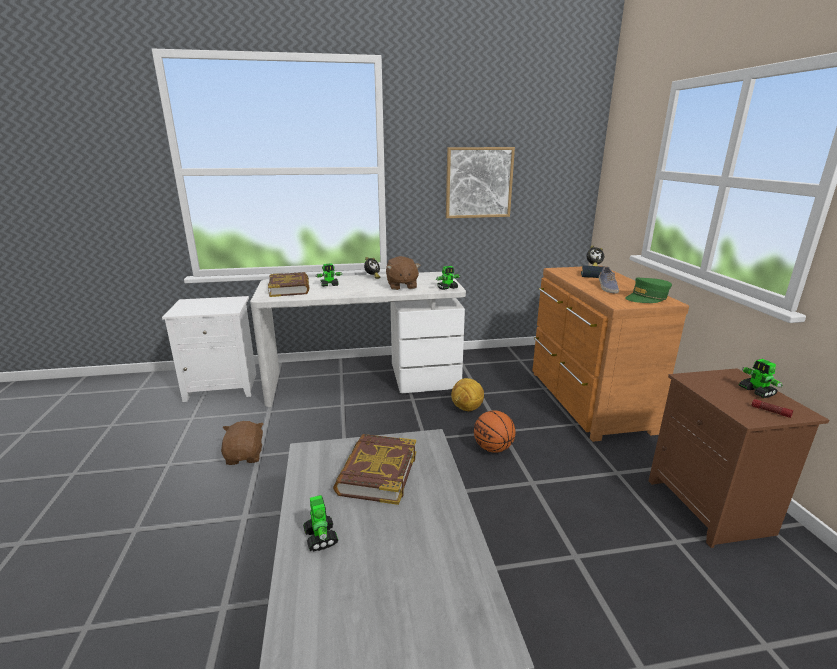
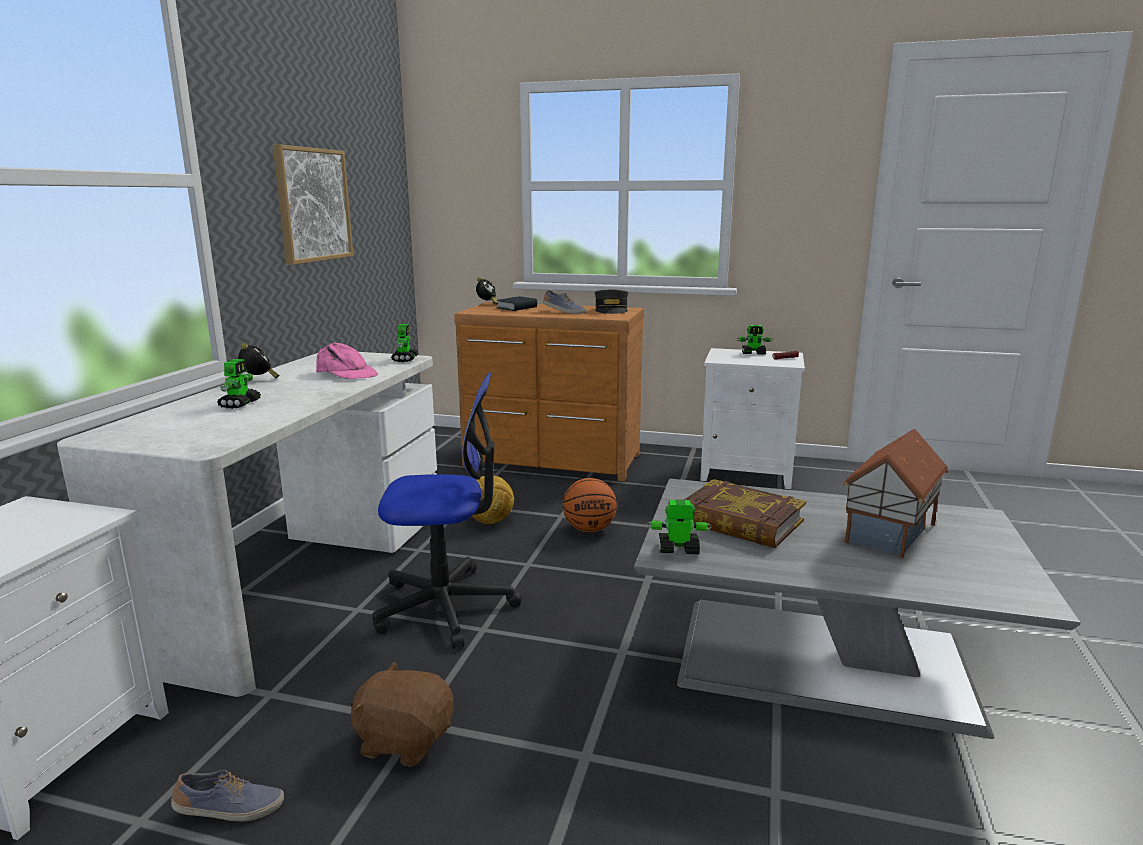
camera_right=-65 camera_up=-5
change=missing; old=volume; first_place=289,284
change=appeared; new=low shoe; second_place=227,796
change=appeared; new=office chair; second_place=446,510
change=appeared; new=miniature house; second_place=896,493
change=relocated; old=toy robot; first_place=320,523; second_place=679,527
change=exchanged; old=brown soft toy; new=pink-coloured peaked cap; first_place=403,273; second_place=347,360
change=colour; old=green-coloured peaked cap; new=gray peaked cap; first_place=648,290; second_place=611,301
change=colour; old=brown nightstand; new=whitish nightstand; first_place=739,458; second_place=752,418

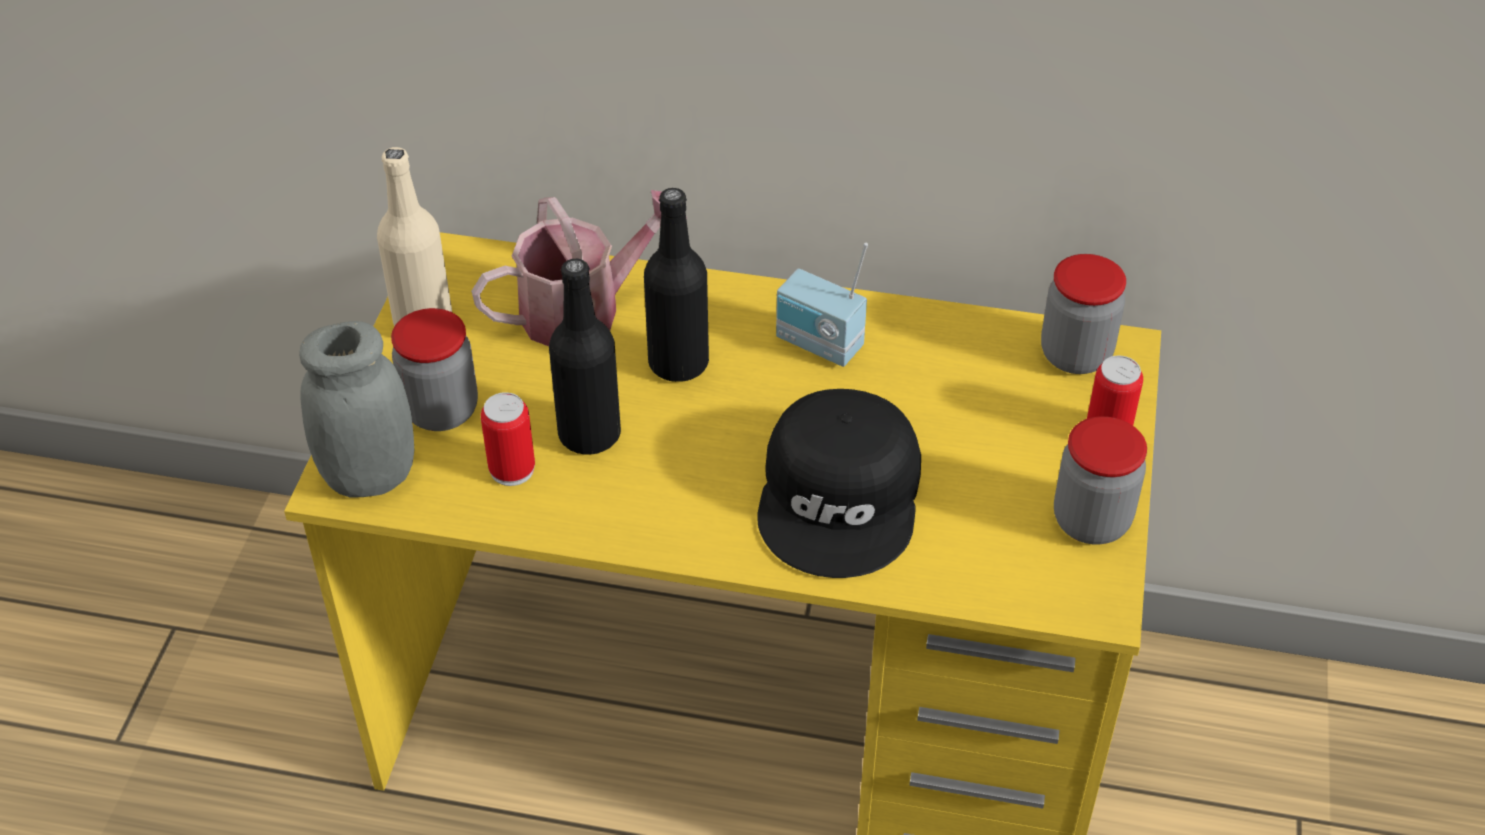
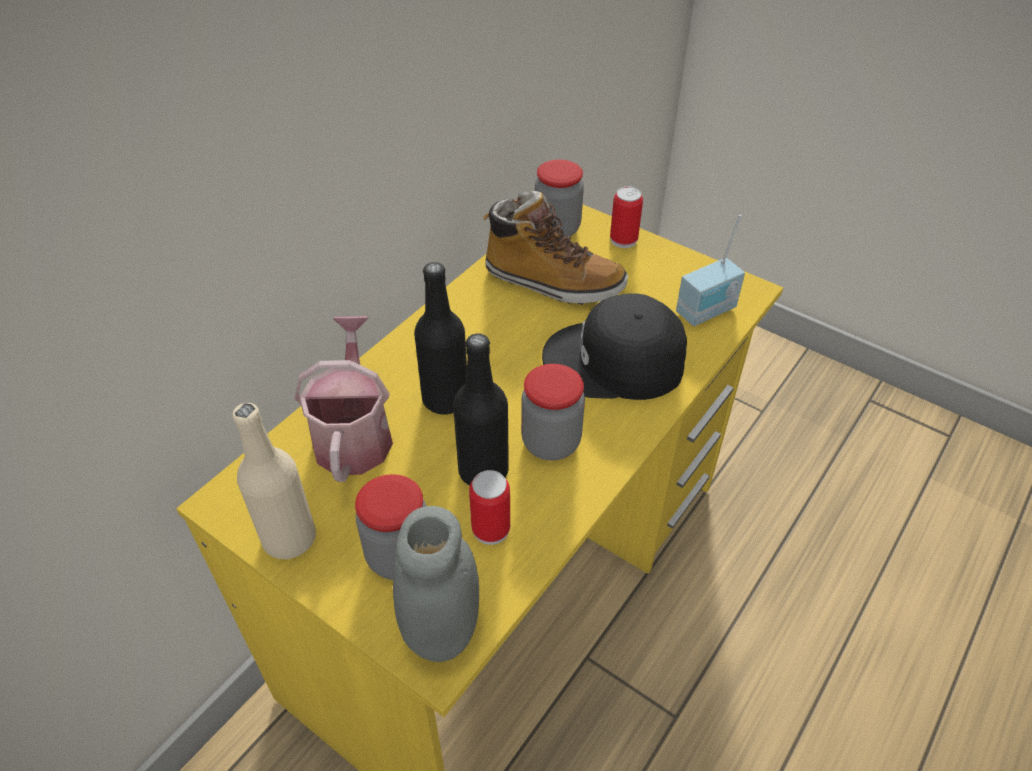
camera_right=-65 camera_up=0
change=appeared; new=high-top boot; second_place=555,248
change=relocated; old=radio set; first_place=822,305; second_place=710,270
change=relocated; old=preserve jar; first_place=1100,480; second_place=553,412
change=spun; old=black-coloured peaked cap; first_place=839,483; second_place=614,346; degrees=150

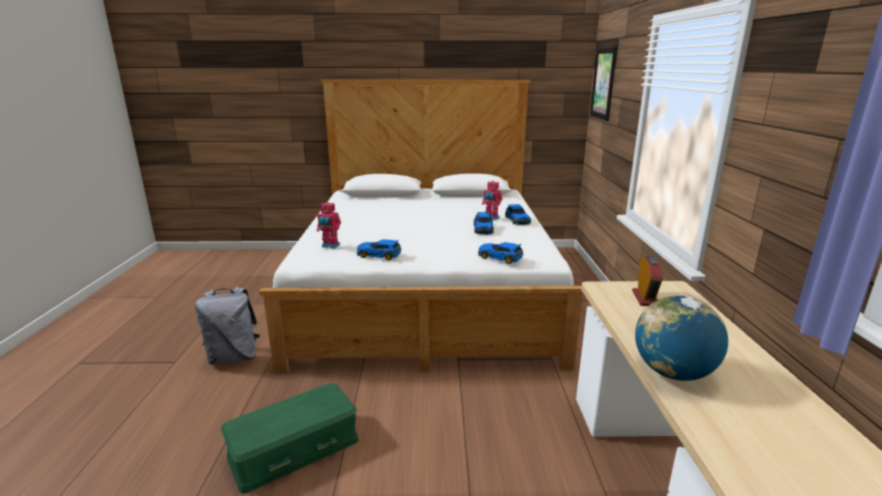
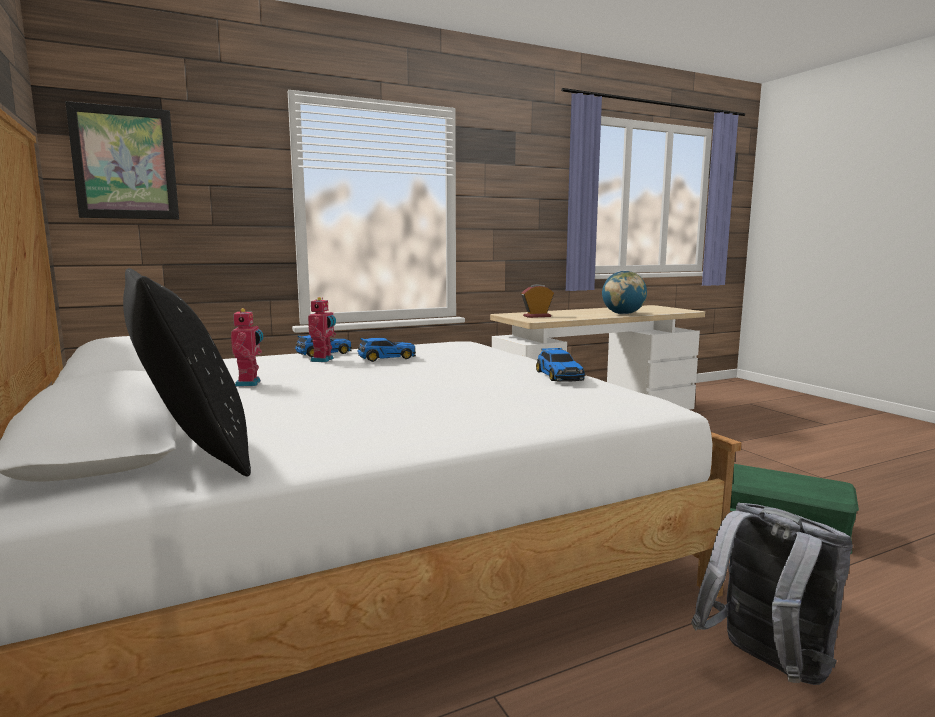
camera_right=-115 camera_up=-10
change=missing; old=toy car; first_place=500,253
change=appeared; new=black-coloured pillow; second_place=187,372
change=relocated; old=toy robot; first_place=329,225; second_place=247,347

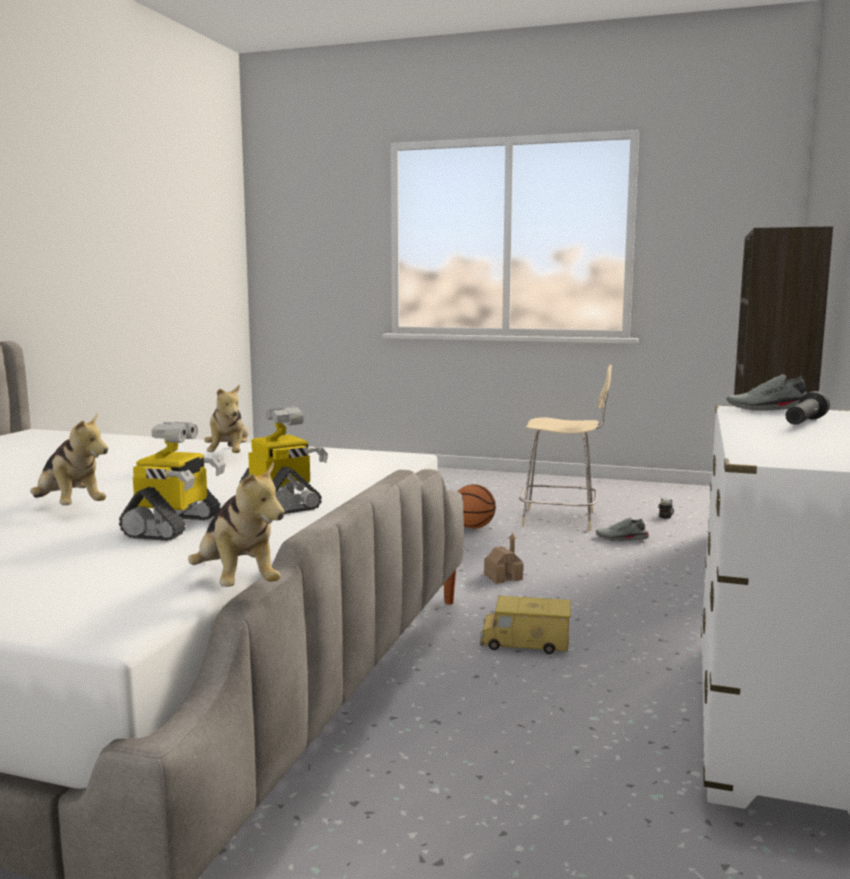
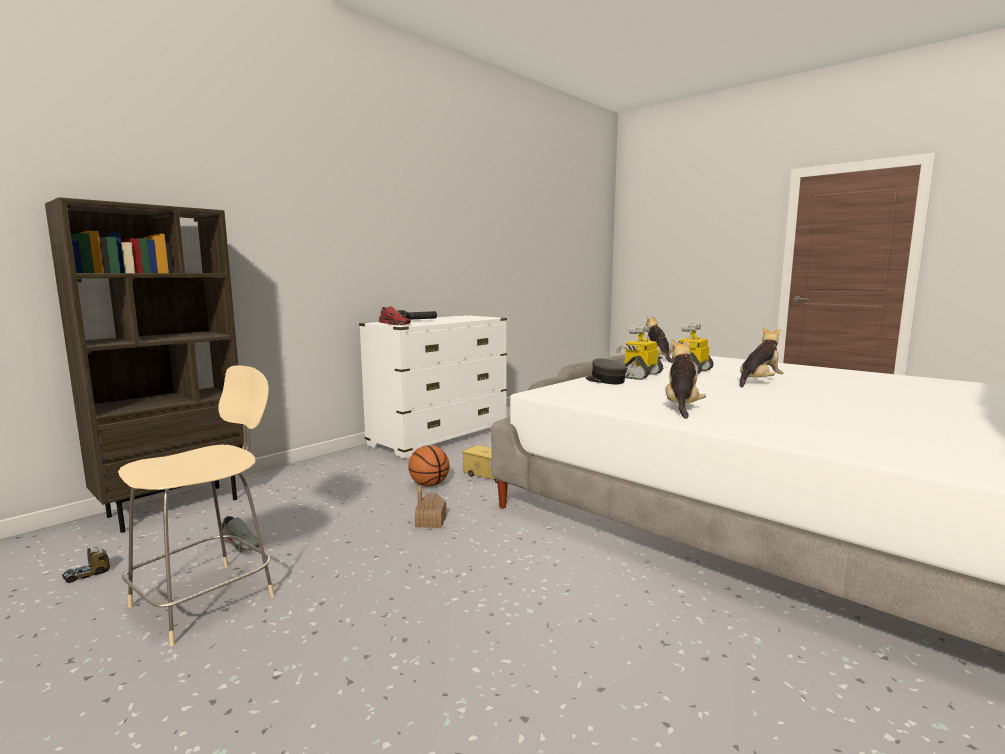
camera_right=-155 camera_up=0
change=appeared; new=gray peaked cap; second_place=606,371
change=relocated; old=basketball; first_place=476,506; second_place=429,466
change=colour; old=gray low shoe; new=red low shoe; first_place=766,392; second_place=395,315
change=spun; old=soft toy; first_place=69,459; second_place=762,357; degrees=75
change=spun; old=toy robot; first_place=284,460; second_place=639,352; degrees=45
change=spun; old=beige chair; first_place=565,447; second_place=196,505; degrees=90

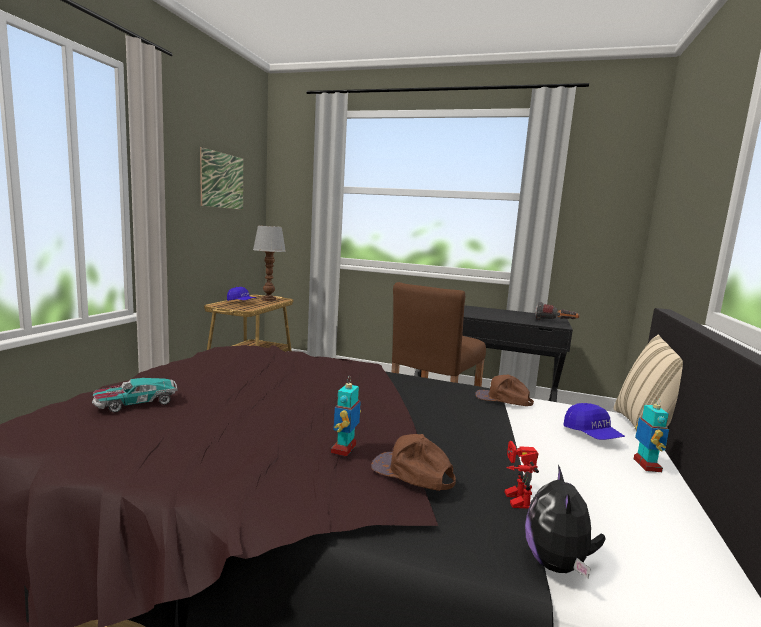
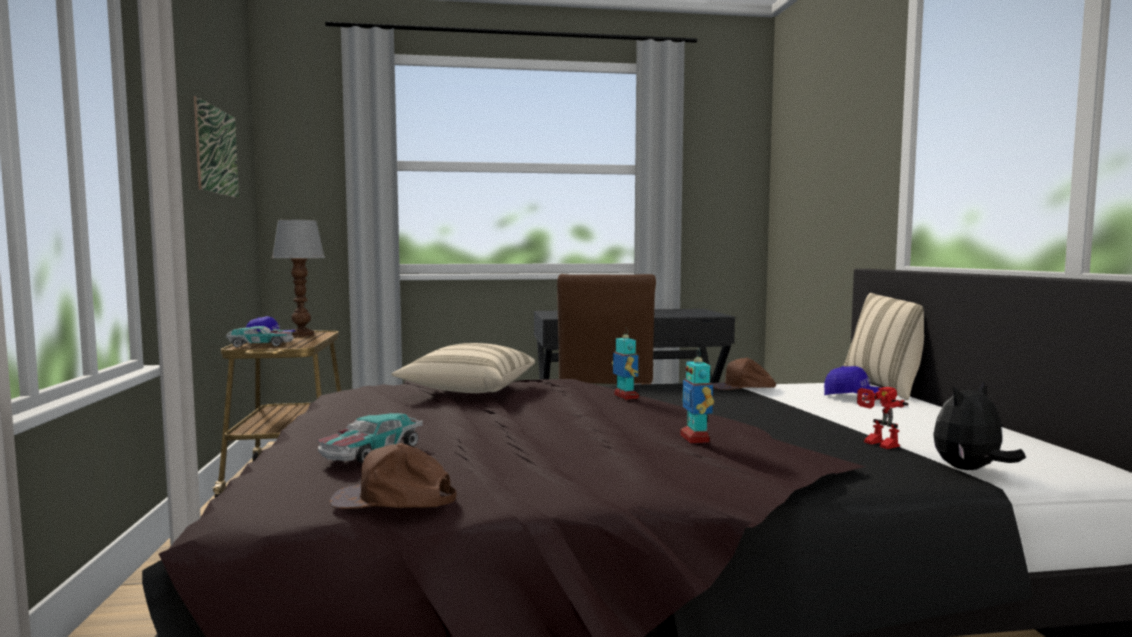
camera_right=-25 camera_up=-5
change=missing; old=torch; first_place=557,311
change=appeared; new=toy car; second_place=260,337
change=appeared; new=beige pillow; second_place=463,368
change=relocated; old=brown peaked cap; first_place=413,462; second_place=393,476
change=relocated; old=toy robot; first_place=651,434; second_place=625,363
change=spun; old=soft toy; first_place=565,522; second_place=979,425; degrees=75

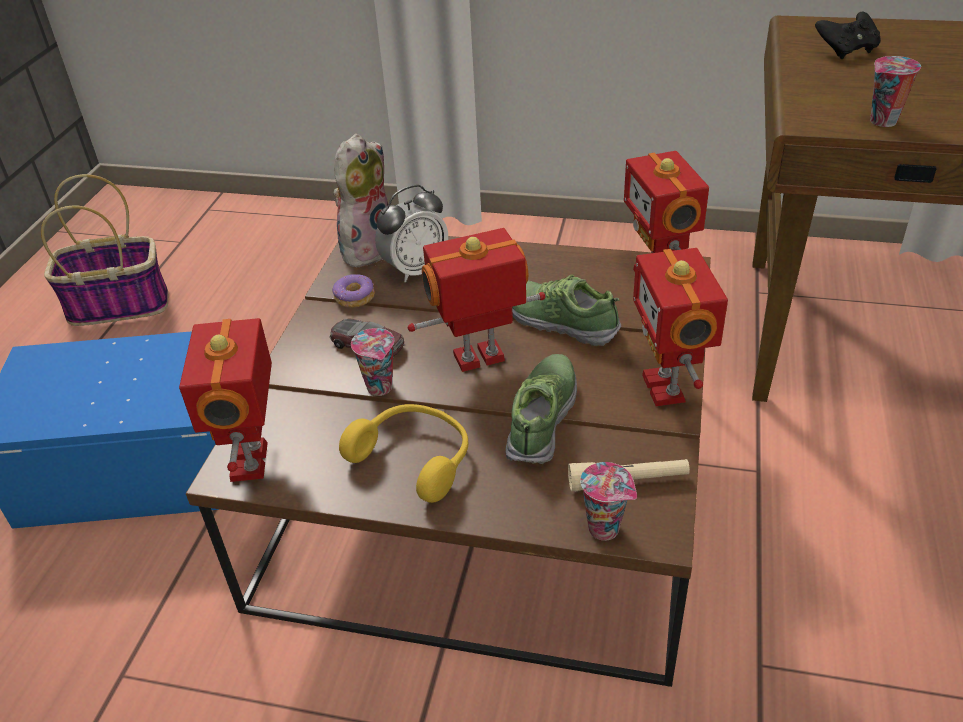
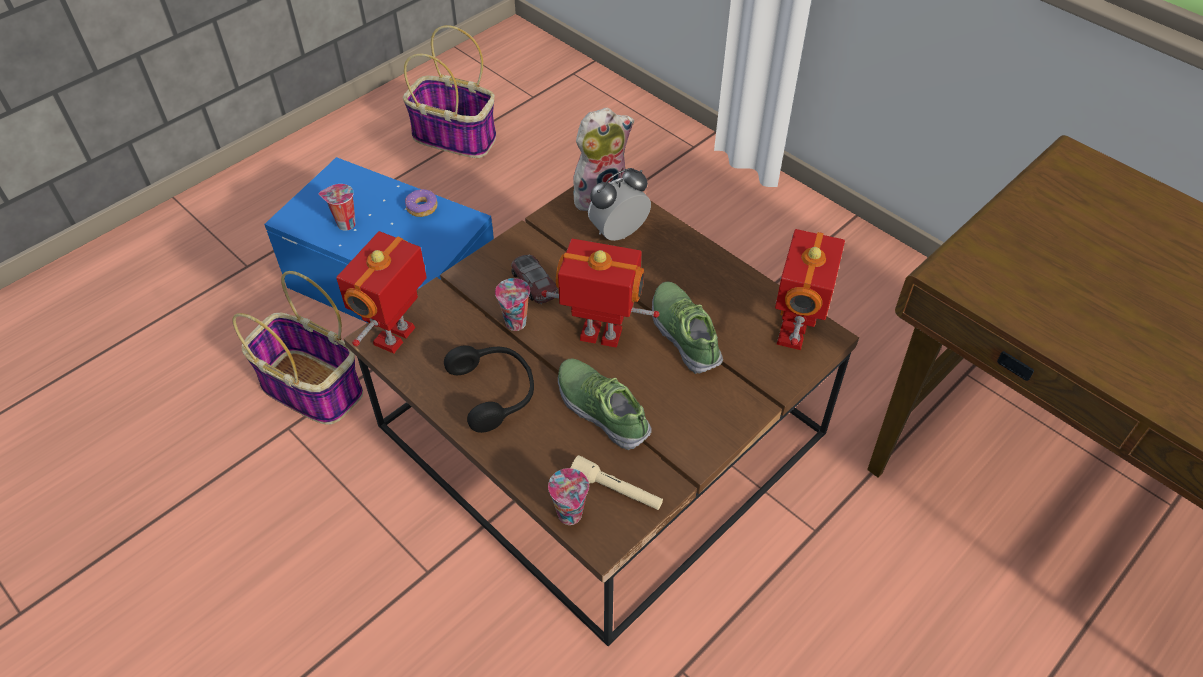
camera_right=30 camera_up=10
change=missing; old=toy robot; first_place=680,327
change=missing; old=black-coloured joypad; first_place=848,35
change=appeared; new=storage basket; second_place=297,348
change=relocated; old=donut; first_place=353,291; second_place=421,203
change=relocated; old=cup; first_place=895,91; second_place=337,207
change=colour; old=yellow-coloured headphones; new=black-coloured headphones; first_place=404,453; second_place=489,389
change=spun; old=alarm clock; first_place=411,233; second_place=619,204; degrees=150
change=spun; old=low shoe; first_place=541,409; second_place=605,404; degrees=-90

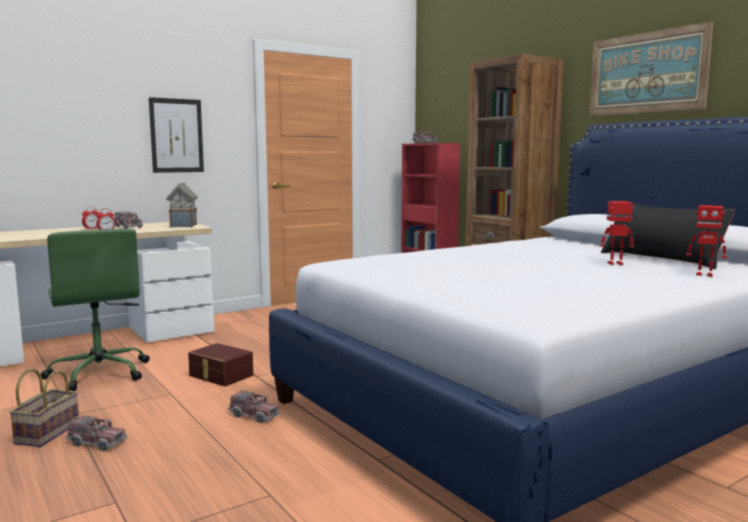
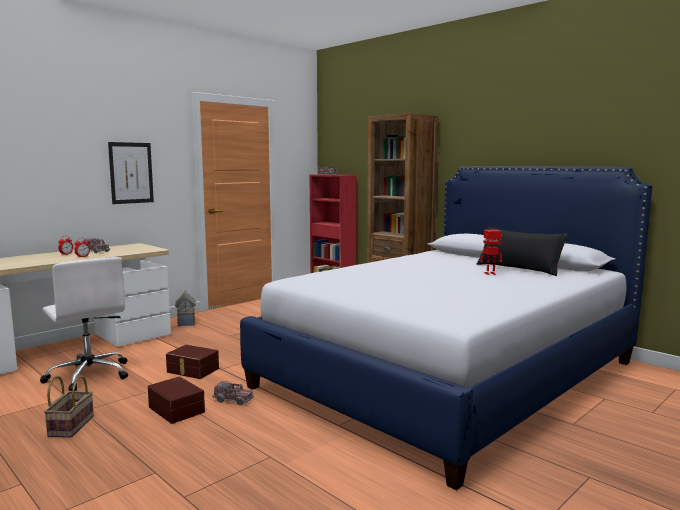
camera_right=-10 camera_up=0
change=missing; old=toy lorry; first_place=96,433
change=missing; old=picture; first_place=651,69
change=missing; old=toy robot; first_place=706,241
change=appeared; new=brown storage bin; second_place=176,400
change=relocated; old=miniature house; first_place=182,205; second_place=185,309
change=colour; old=green-coloured office chair; new=whitish office chair; first_place=95,310; second_place=84,324

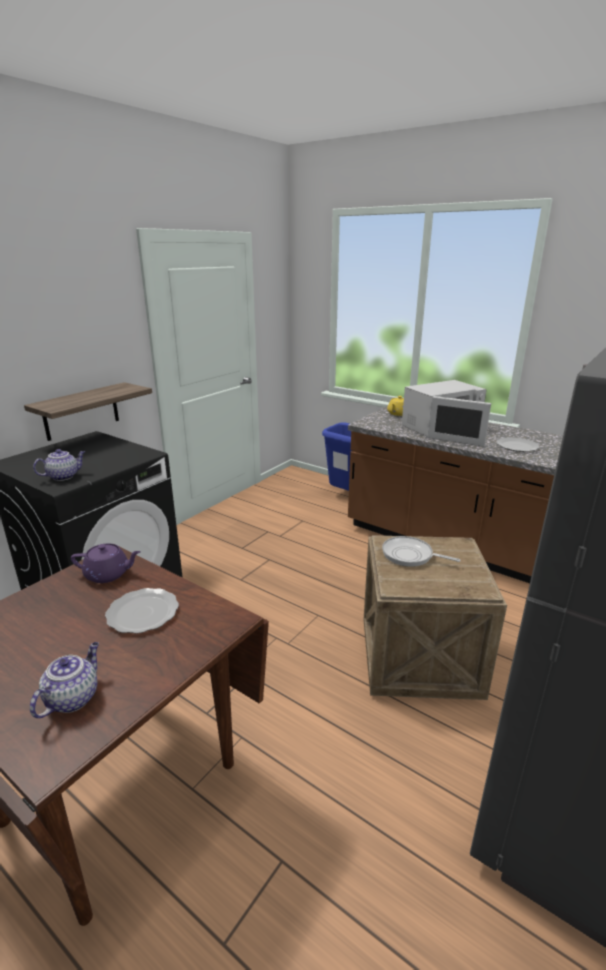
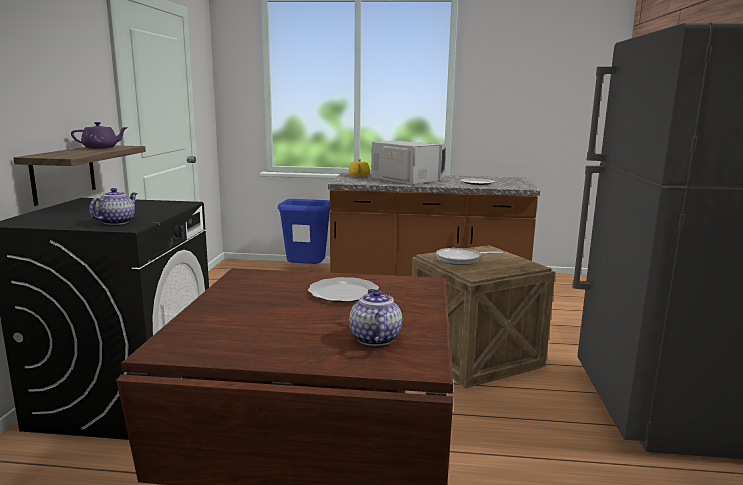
camera_right=-30 camera_up=-10
change=relocated; old=purple-coloured tea pot; first_place=106,563; second_place=99,135
change=spun; old=whitish kitchen microwave; first_place=446,413; second_place=409,163; degrees=-75

